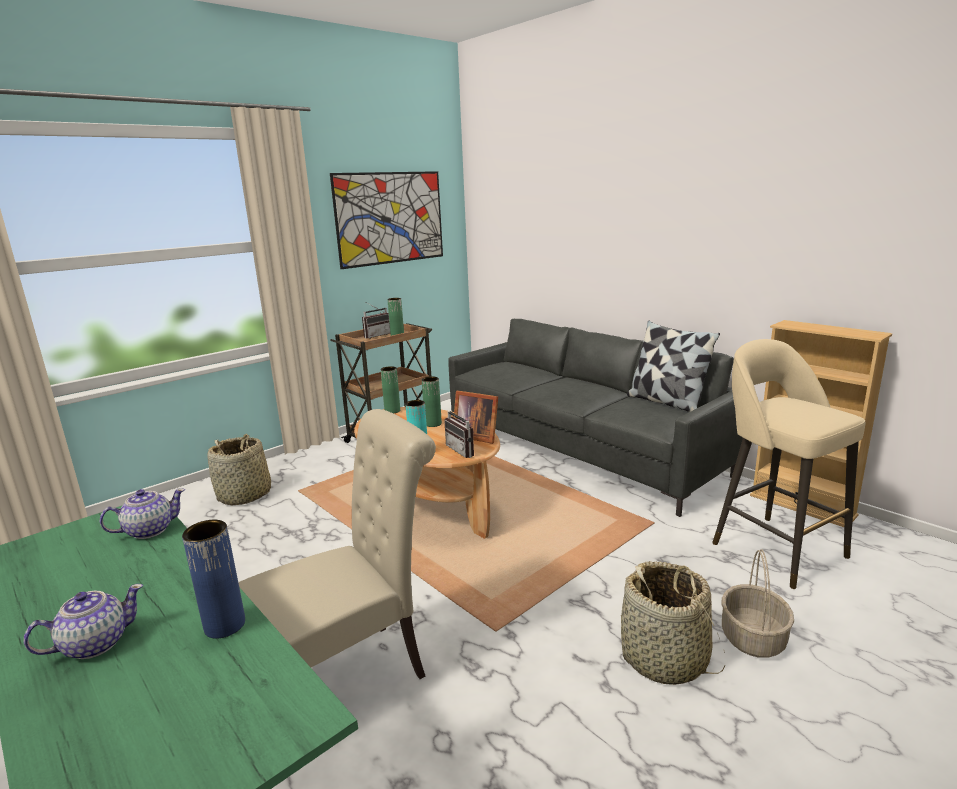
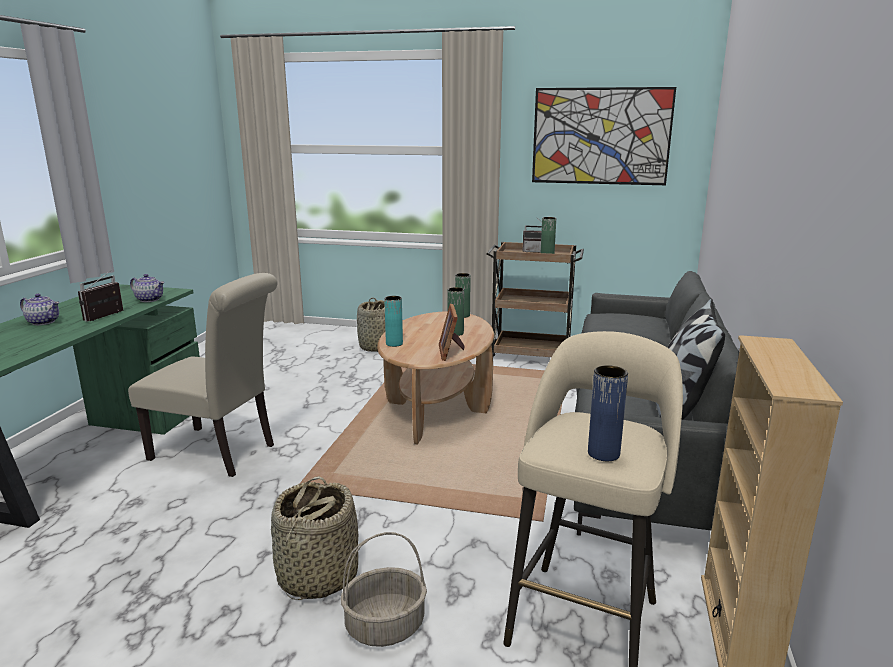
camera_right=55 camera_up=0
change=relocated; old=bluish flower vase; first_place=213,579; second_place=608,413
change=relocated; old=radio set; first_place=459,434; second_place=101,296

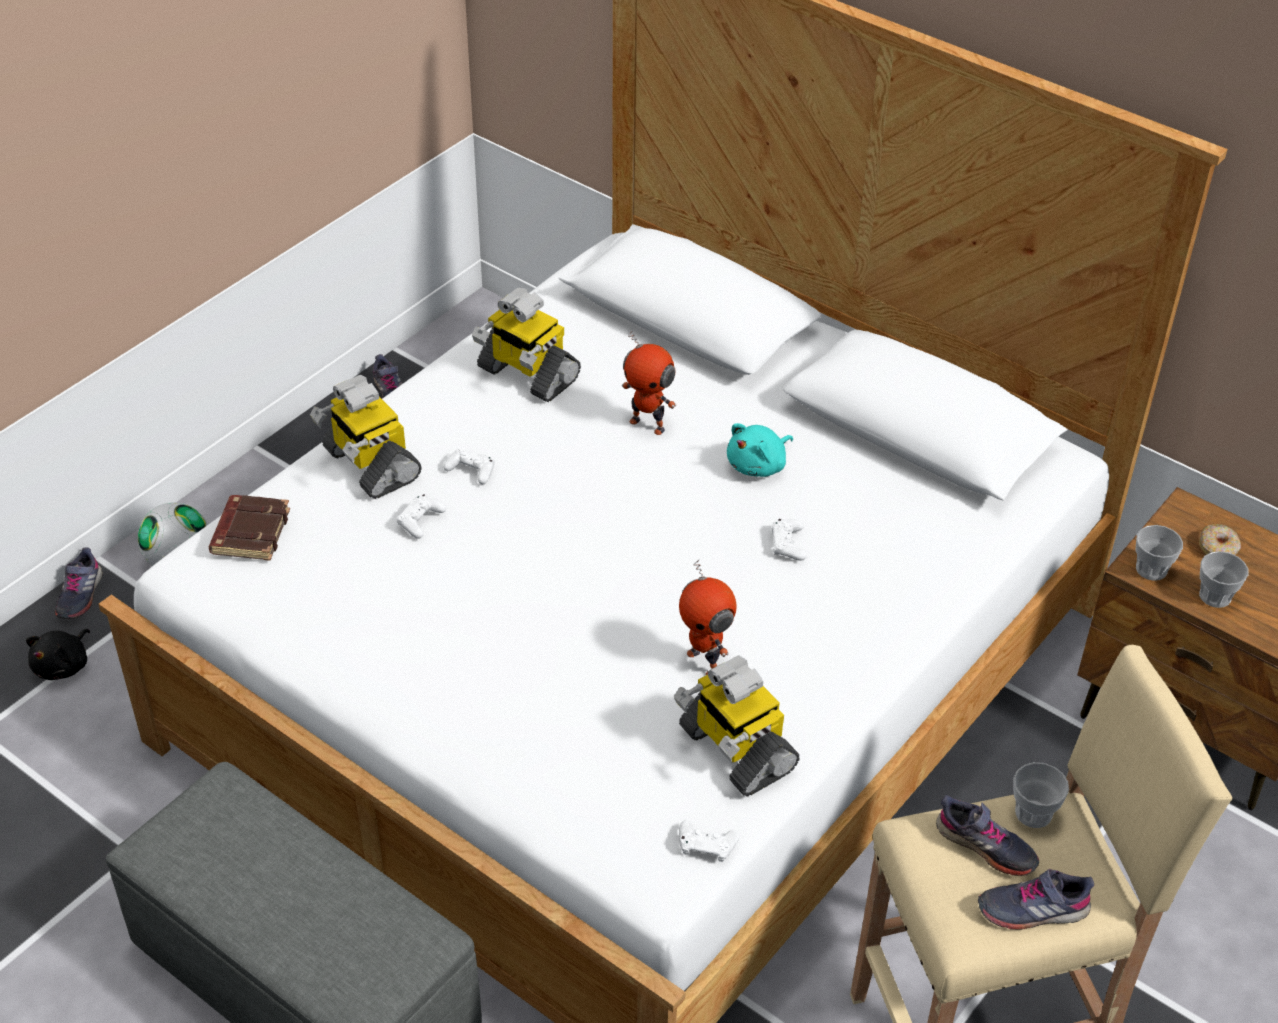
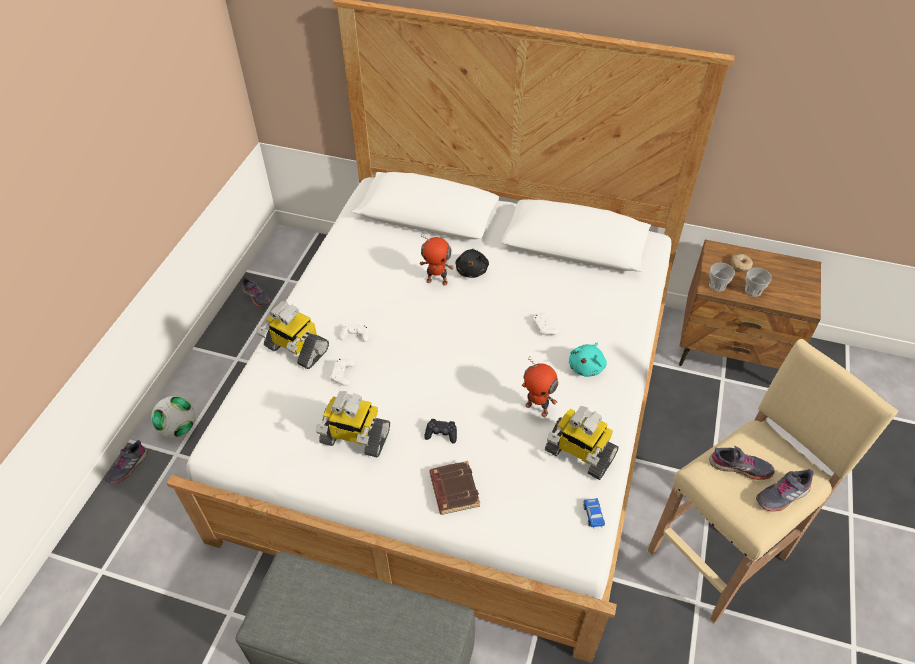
camera_right=-20 camera_up=5
change=missing; old=cup; first_place=1041,795
change=appeared; new=black-coloured joypad; second_place=440,431
change=relocated; old=black-coloured soft toy; first_place=58,654; second_place=472,263
change=relocated; old=brown volume; first_place=249,528; second_place=454,488
change=relocated; old=toy robot; first_place=526,344; second_place=353,424
change=relocated; old=turquoise soft toy; first_place=760,450; second_place=588,360
change=exchanged; old=whitish joypad; new=toy car; first_place=709,841; second_place=594,513
change=spun; old=gray low shoe; first_place=79,583; second_place=126,462; degrees=45

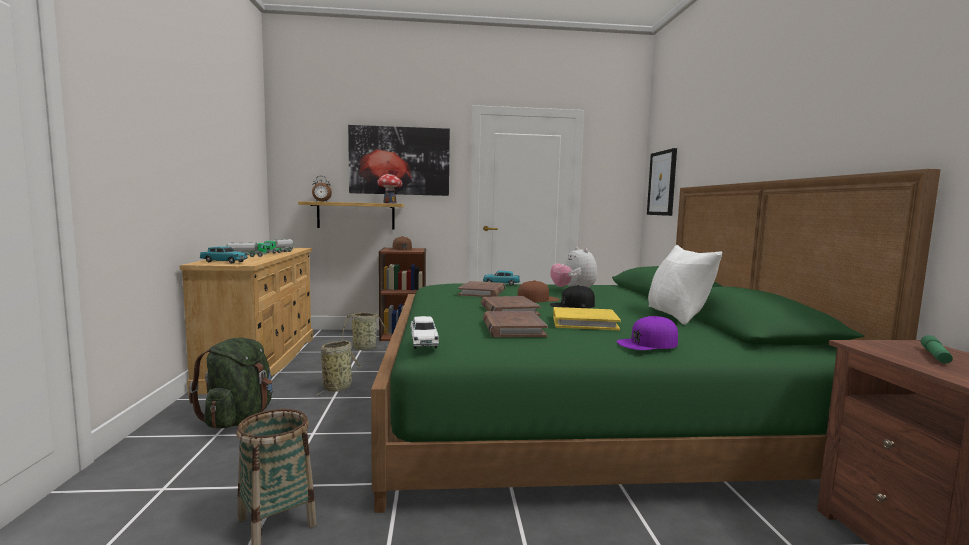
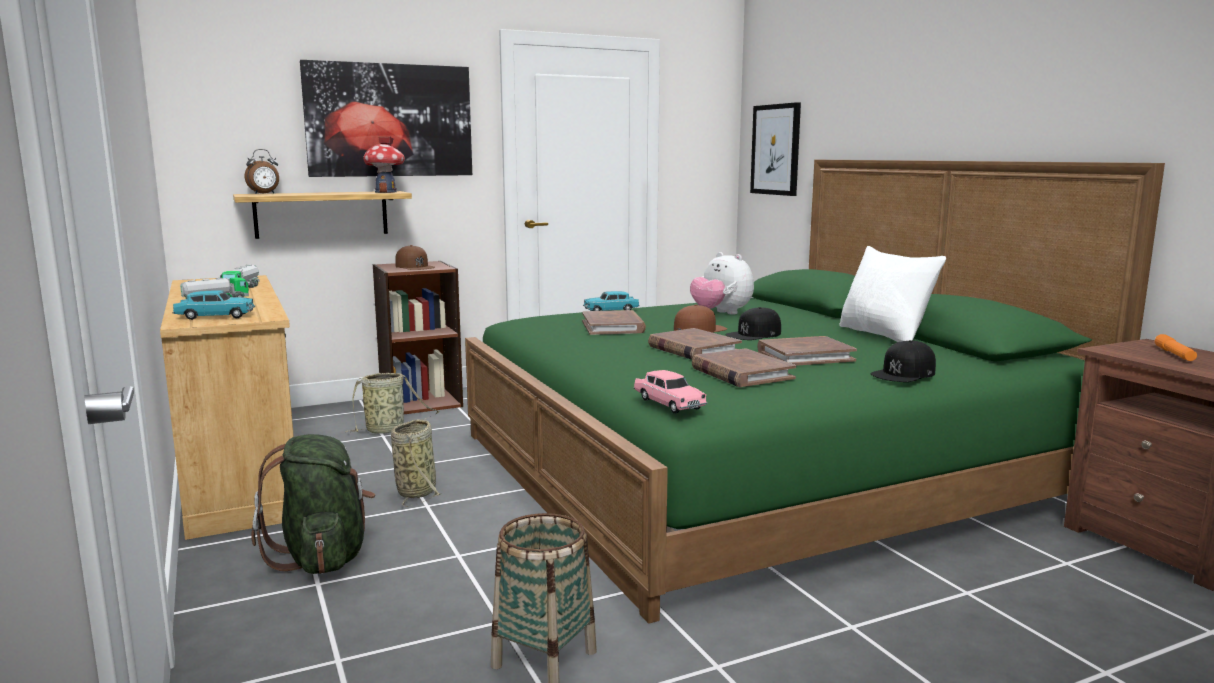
camera_right=-20 camera_up=5
change=colour; old=whitish toy car; new=pink-coloured toy car; first_place=424,332; second_place=670,391
change=colour; old=yellow-coloured volume; new=brown volume; first_place=587,319; second_place=807,351
change=colour; old=purple-coloured peaked cap; new=black-coloured peaked cap; first_place=647,333; second_place=903,361
change=colour; old=green-coloured torch; new=orangey torch; first_place=937,349; second_place=1176,347

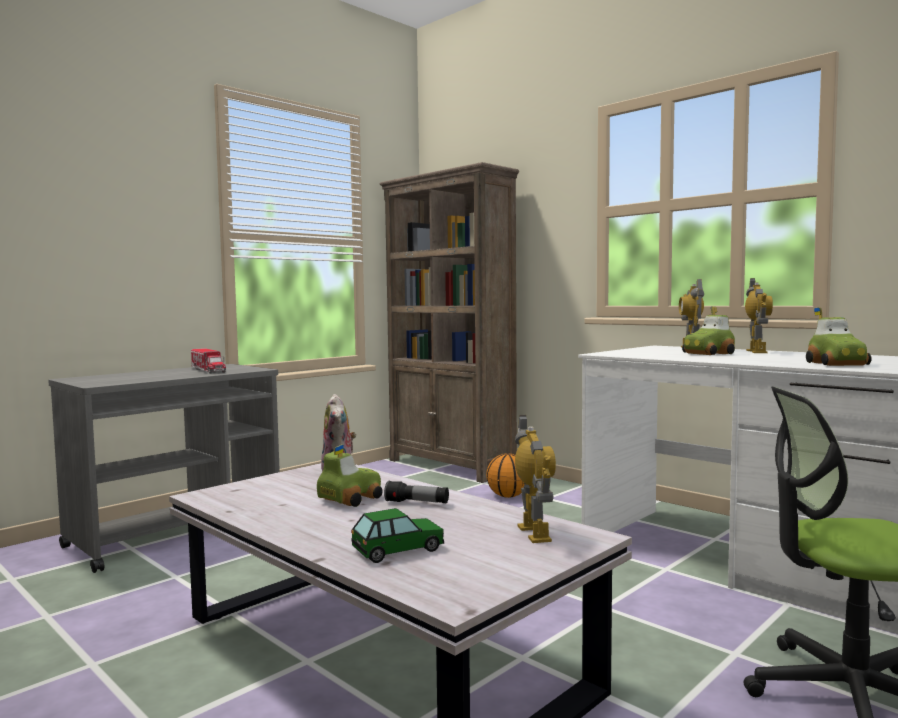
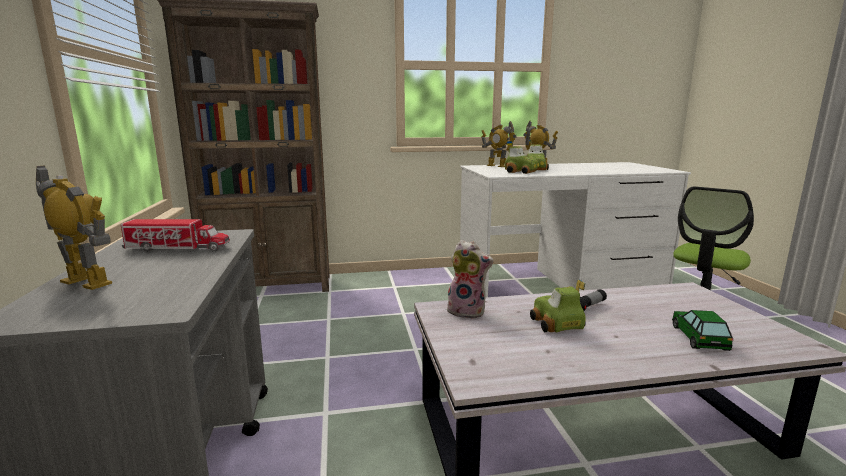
camera_right=-55 camera_up=10
change=missing; old=basketball; first_place=505,475
change=relocated; old=toy robot; first_place=535,479; second_place=74,227
change=relocated; old=toy car; first_place=839,336; second_place=522,157

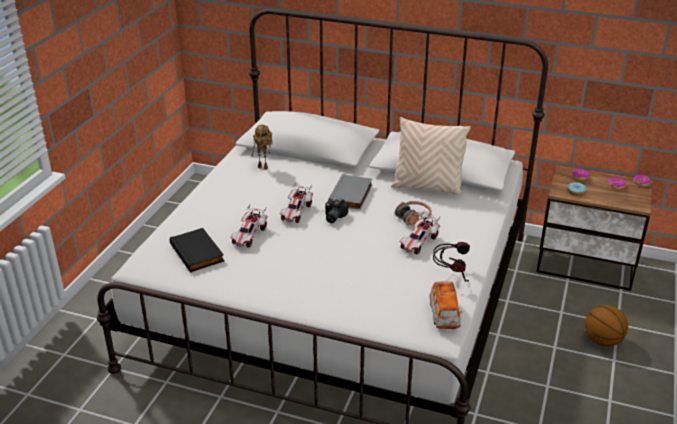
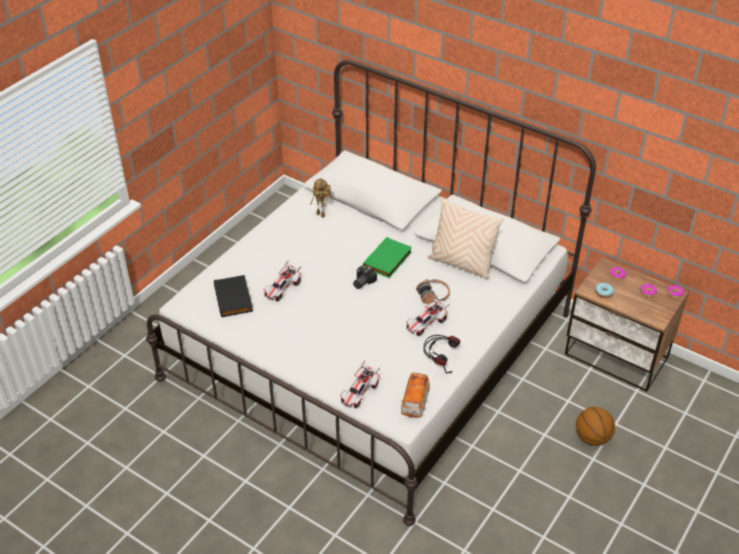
camera_right=15 camera_up=10
change=relocated; old=toy car; first_place=296,202; second_place=360,384
change=colour; old=gray volume; new=green-coloured volume; first_place=350,192; second_place=387,257

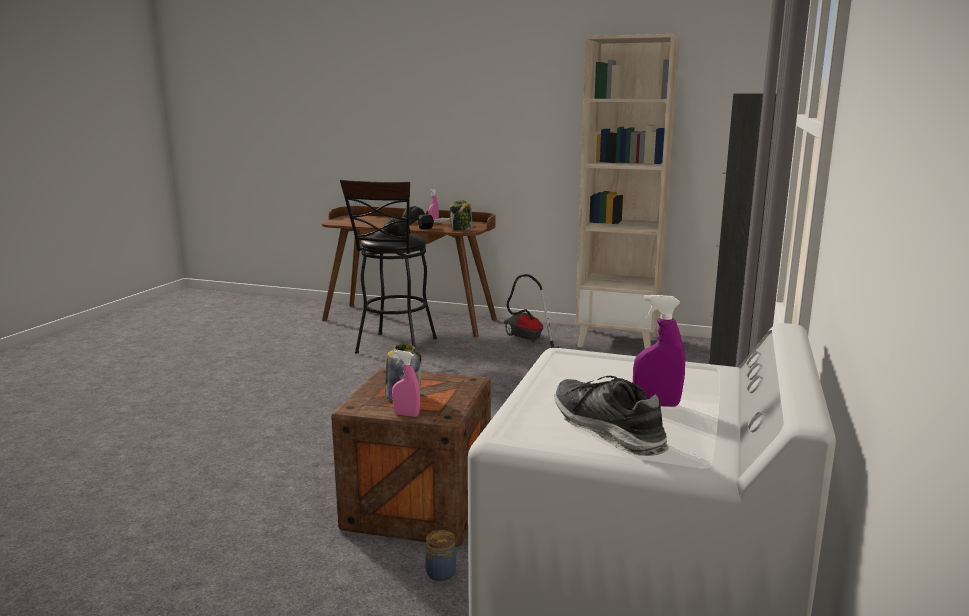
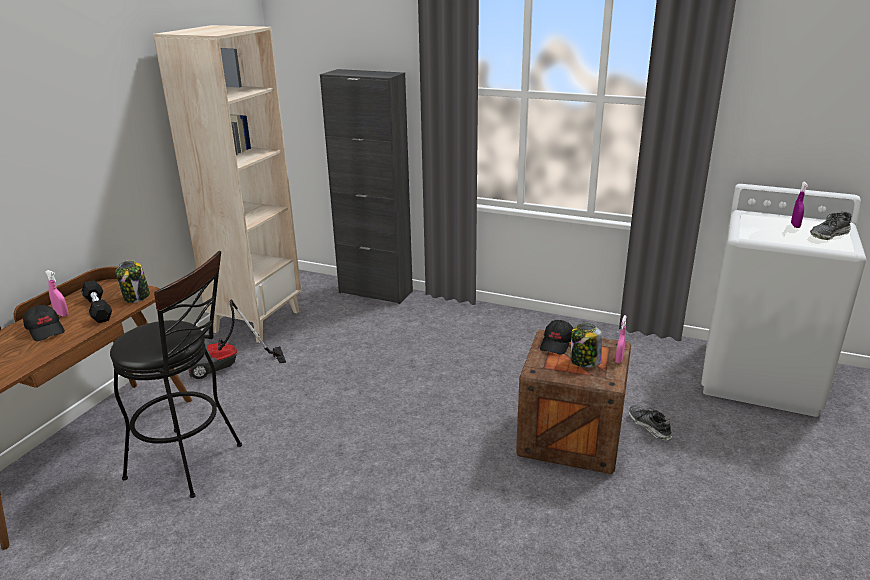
camera_right=-85 camera_up=10
change=relocated; old=black-coloured peaked cap; first_place=392,227; second_place=556,337
change=exchanged; old=preserve jar; new=low shoe; first_place=440,555; second_place=650,422

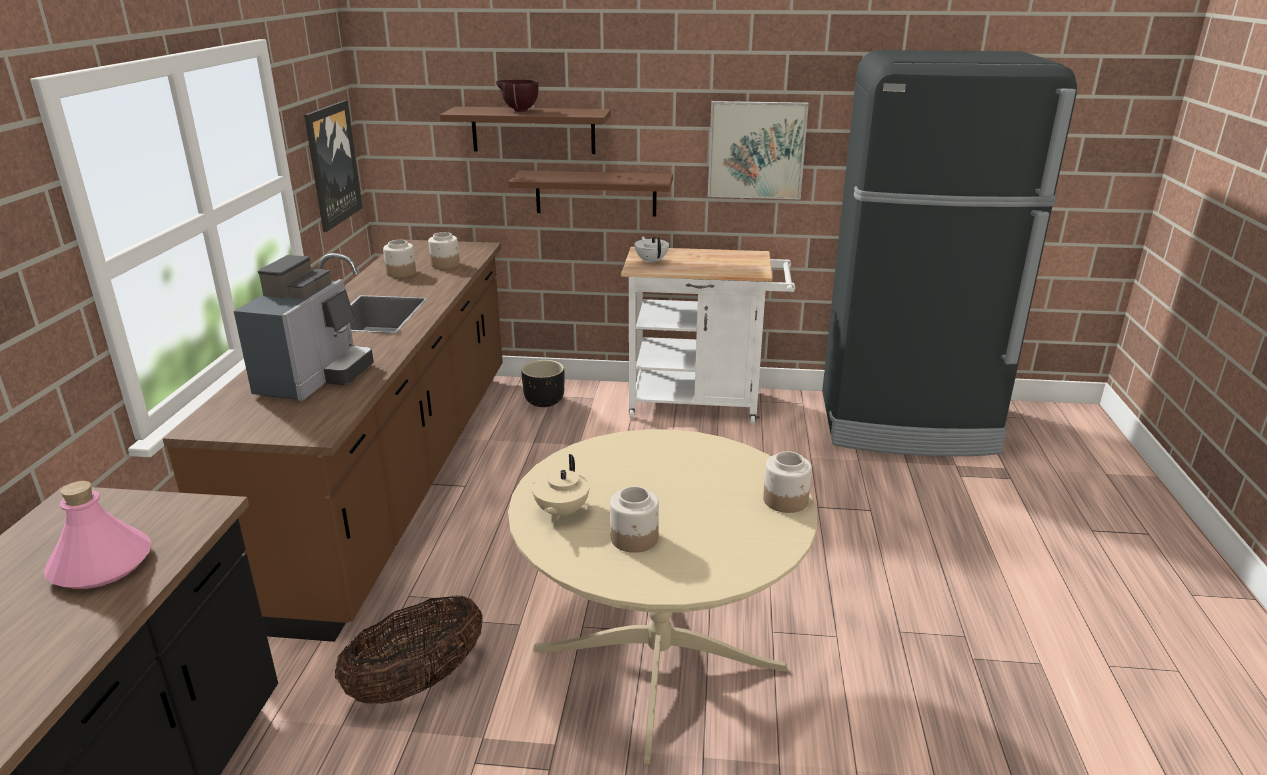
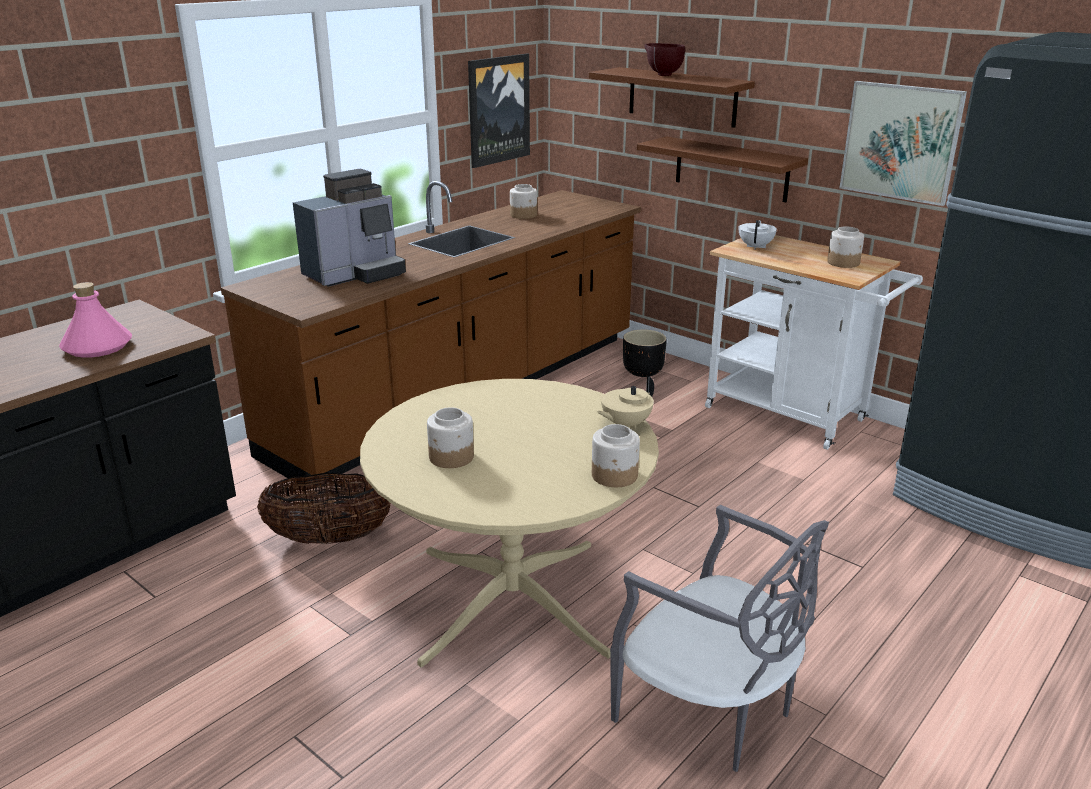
camera_right=35 camera_up=0
change=appeared; new=gray chair; second_place=719,638
change=relocated; old=preserve jar; first_place=444,250; second_place=845,247
change=relocated; old=beige tea pot; first_place=560,487; second_place=625,402

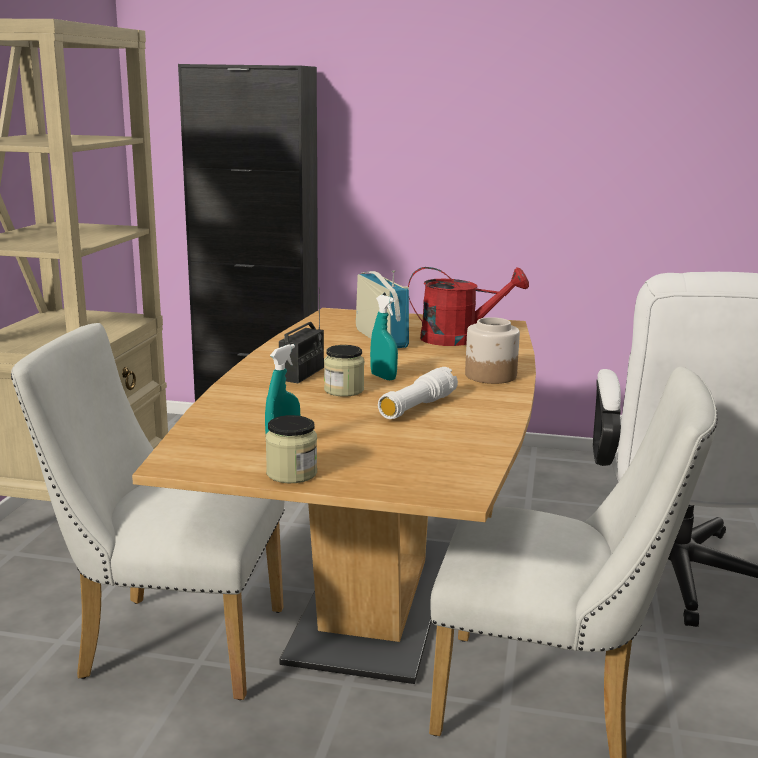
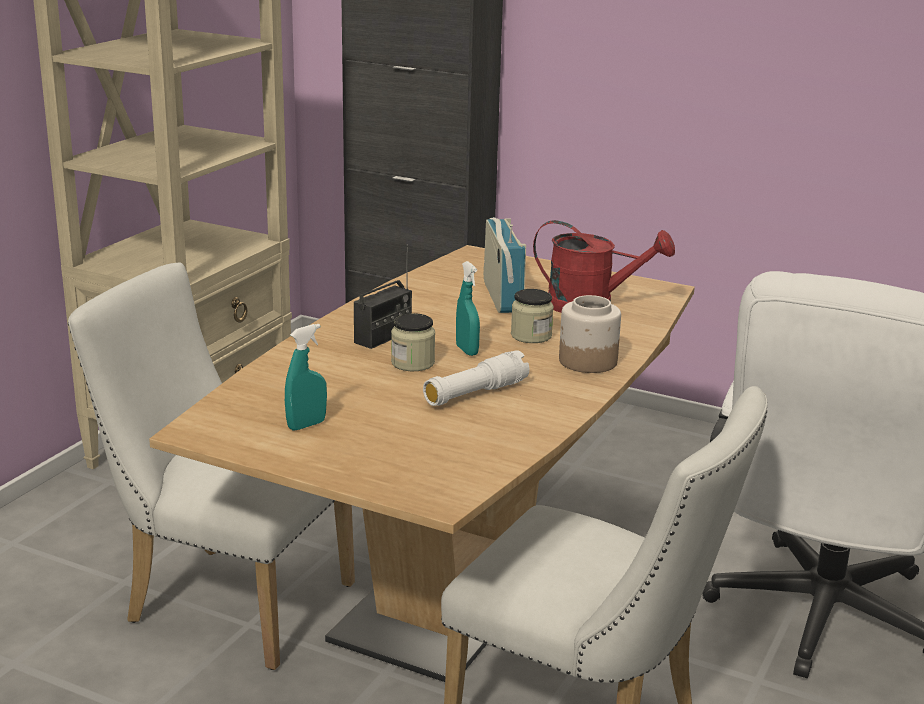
camera_right=15 camera_up=5
change=relocated; old=preserve jar; first_place=291,449; second_place=532,316

